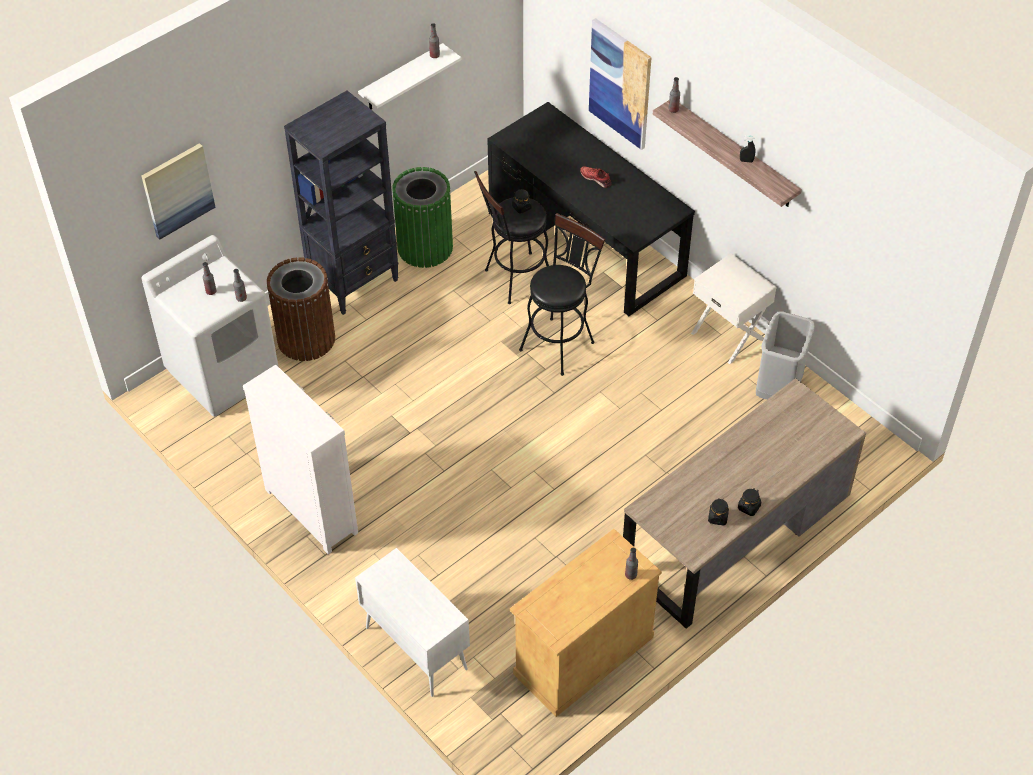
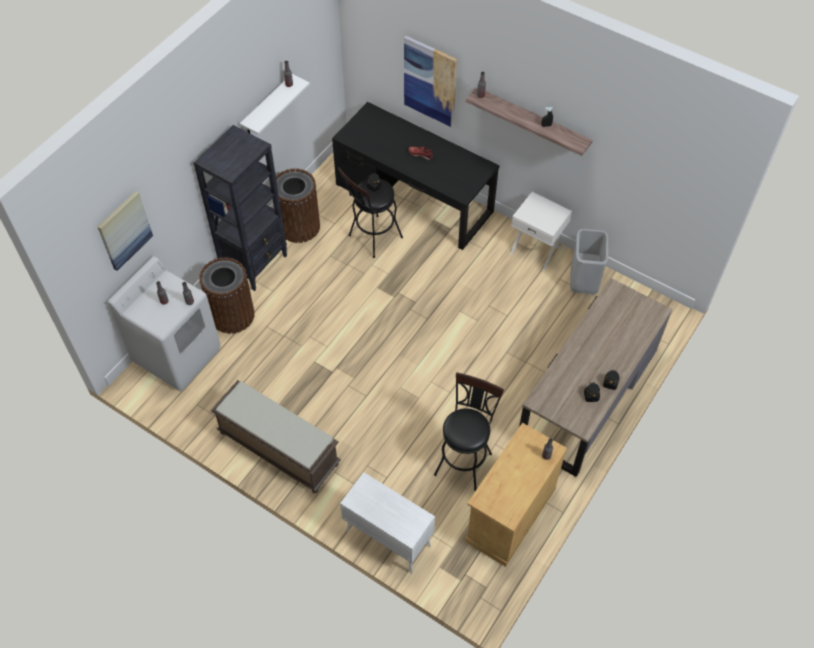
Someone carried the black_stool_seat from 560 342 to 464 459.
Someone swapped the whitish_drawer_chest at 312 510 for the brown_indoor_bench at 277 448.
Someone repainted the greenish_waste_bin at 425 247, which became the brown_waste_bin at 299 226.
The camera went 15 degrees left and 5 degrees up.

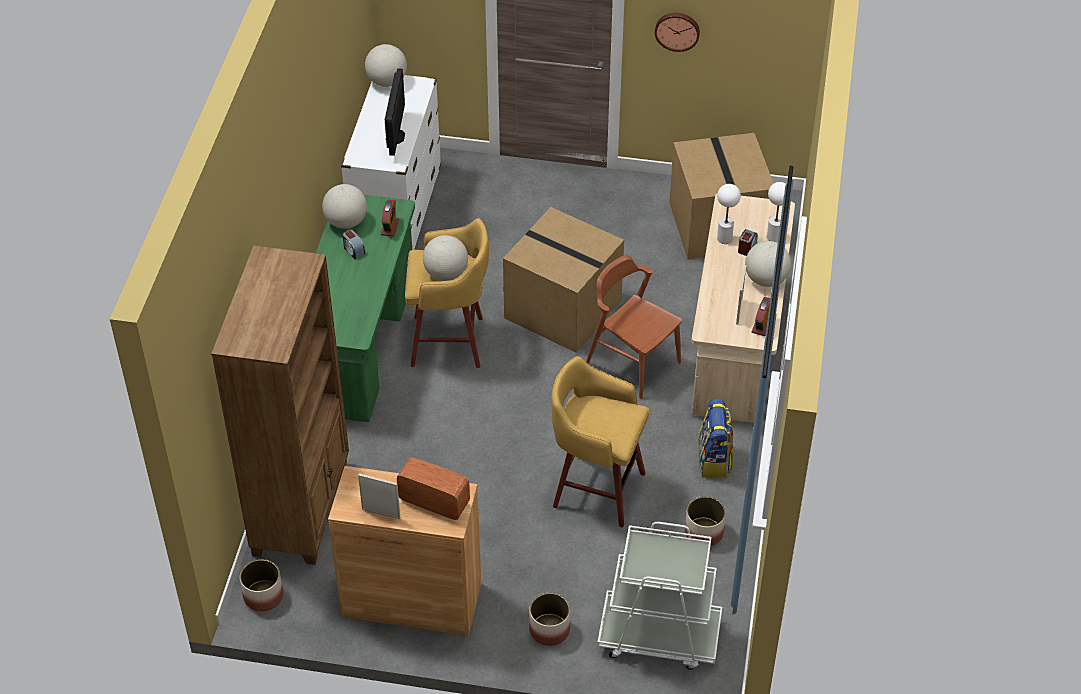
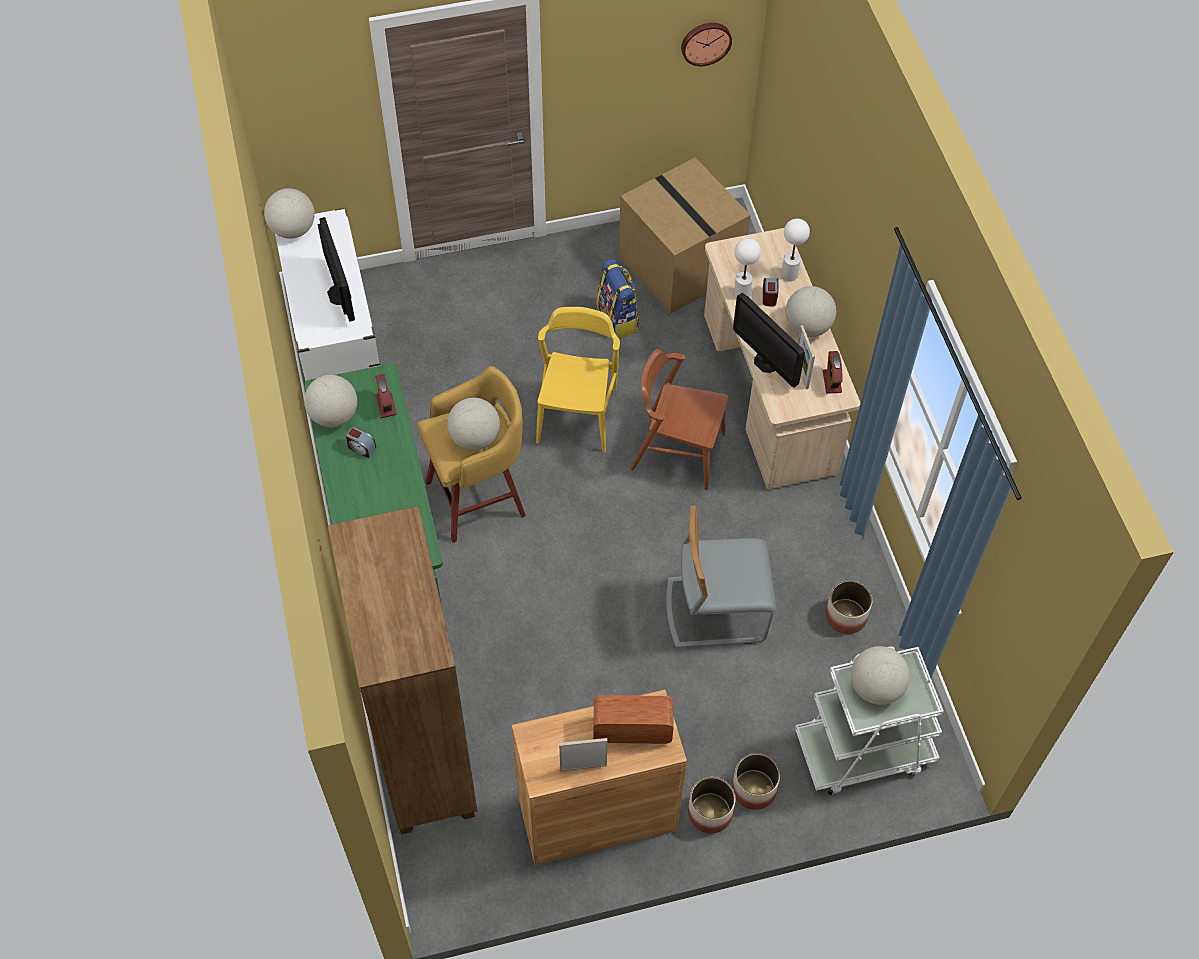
Someone put down the computer_screen at 766 362.
Someone put down the world_globe at 875 687.
Someone carried the planter from 263 596 to 709 813.
Someone carried the wall_clock from 677 30 to 705 42.
Someone carried the knapsack from 714 460 to 618 320.
Someone swapped the packing_box at 565 308 for the yellow-coloured_upright_chair at 577 415.
Someone swapped the yellow-coloured_stool_seat at 596 488 for the greyish_upright_chair at 716 609.
The camera went 25 degrees left and 10 degrees up.

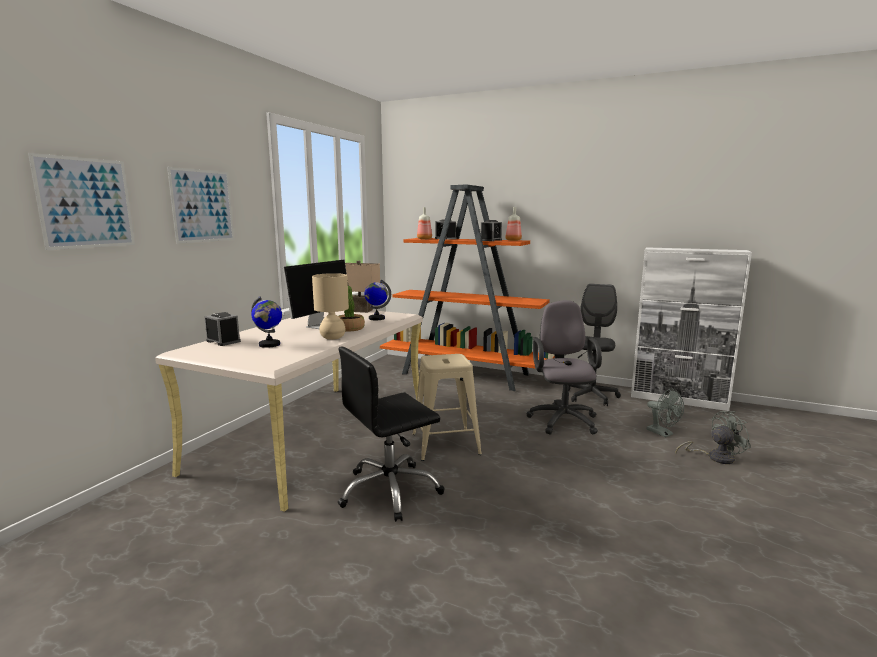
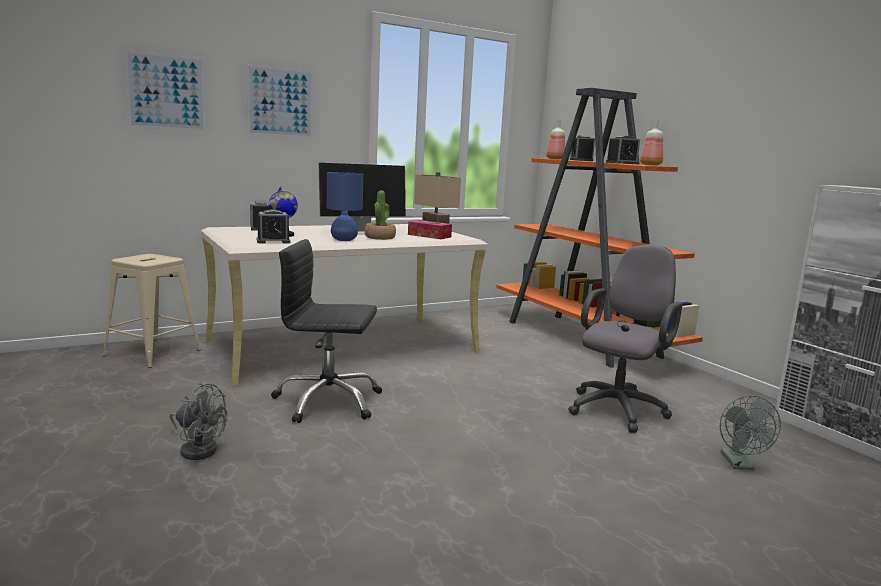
Someone took away the greyish_desk_chair at 591 396.
Someone put down the table_clock at 273 241.
Someone carried the beige_stool_seat from 445 444 to 153 352.
Someone carried the greyish_cooling_fan from 714 457 to 198 448.
Someone swapped the world_globe at 376 318 for the tissue_box at 429 236.
Someone repainted the beige_table_lamp at 332 338, which became the bluish_table_lamp at 343 240.
The camera went 35 degrees right and 0 degrees up.

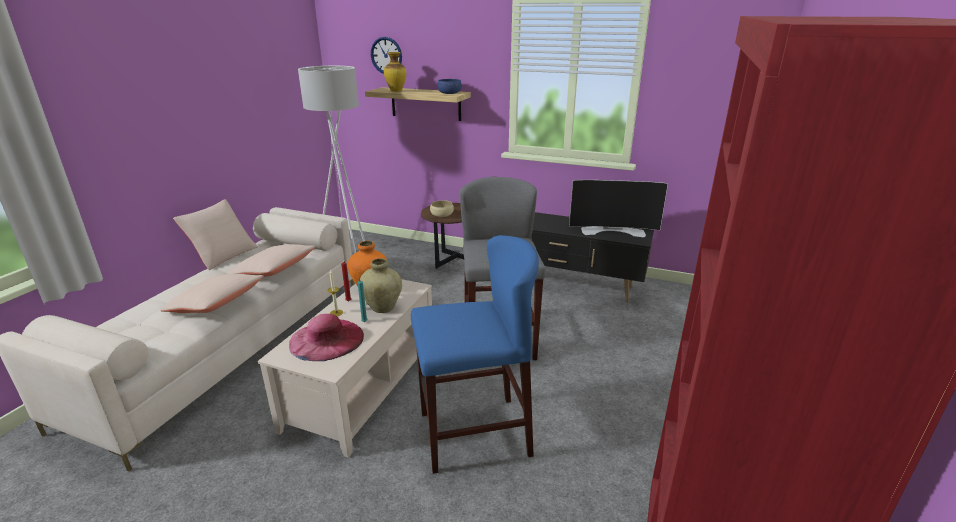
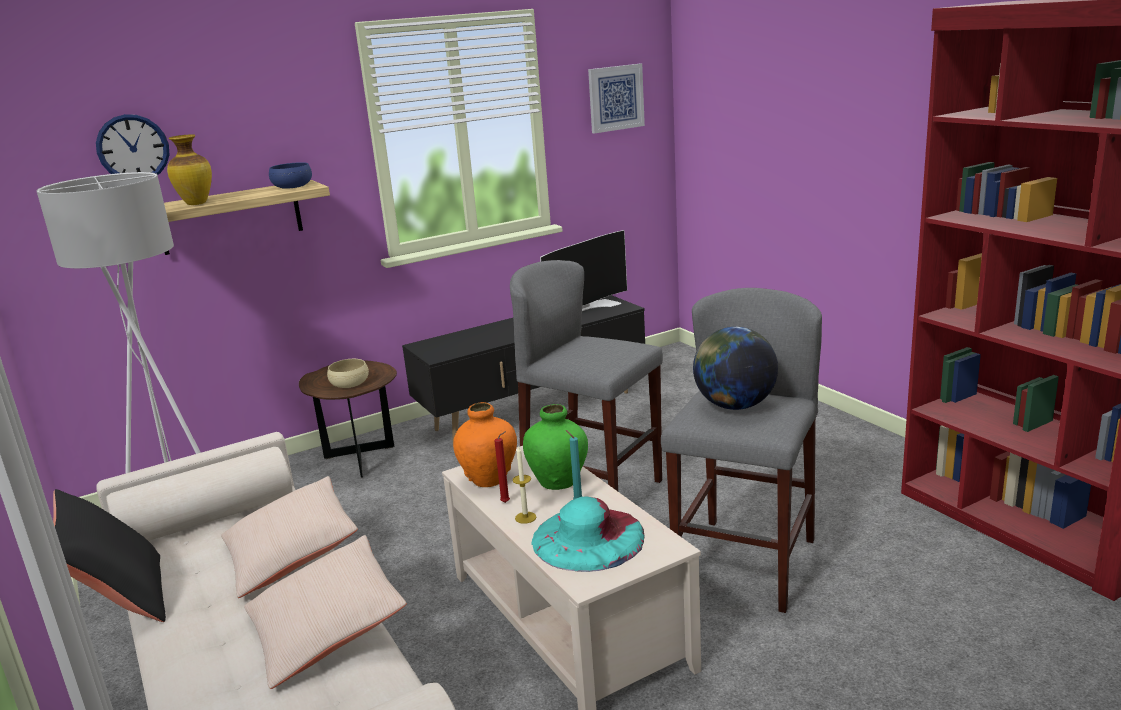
Someone put up the picture at 615 98.
Someone put down the world_globe at 734 405.
Someone repainted the beige_throw_pillow at 223 255, which became the black_throw_pillow at 121 599.
Someone repainted the pink-coloured_wearable_hat at 326 339, which became the turquoise-coloured_wearable_hat at 588 538.
Someone repainted the beige_vase at 382 308, which became the greenish_vase at 558 482.
Someone repainted the bluish_stool_seat at 473 433, which became the greyish_stool_seat at 744 564.
The camera went 50 degrees left and 5 degrees down.

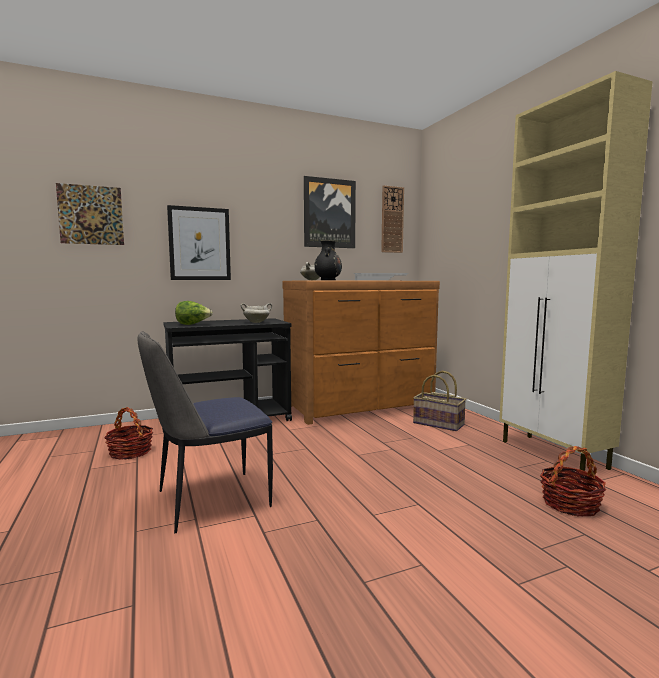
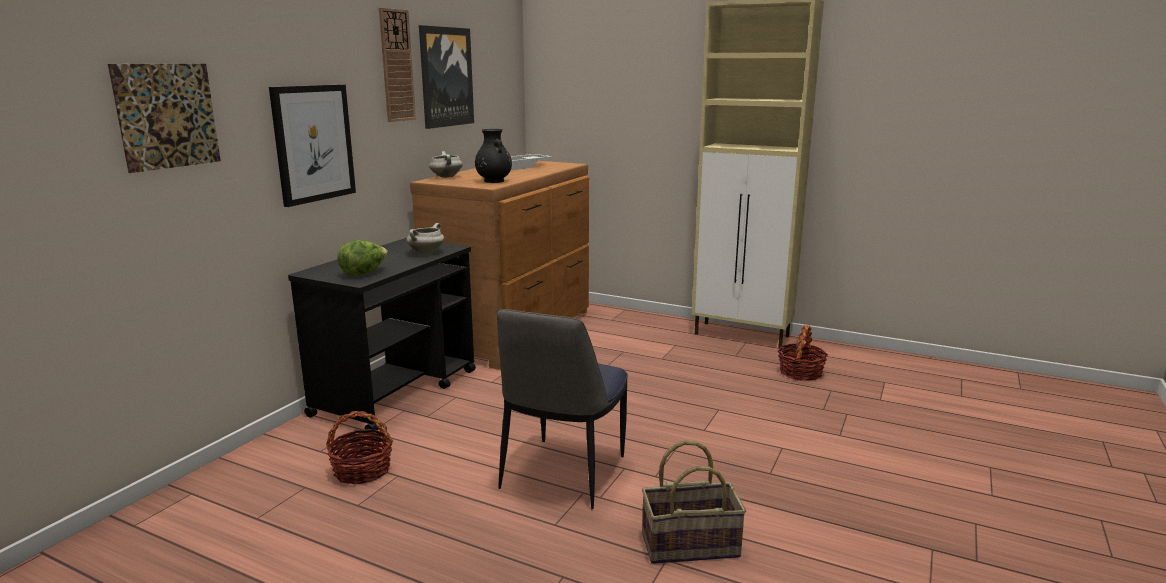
Someone carried the wall_clock from 392 220 to 396 66.
Someone carried the storage_basket from 439 424 to 690 544.
The camera went 40 degrees left and 10 degrees up.

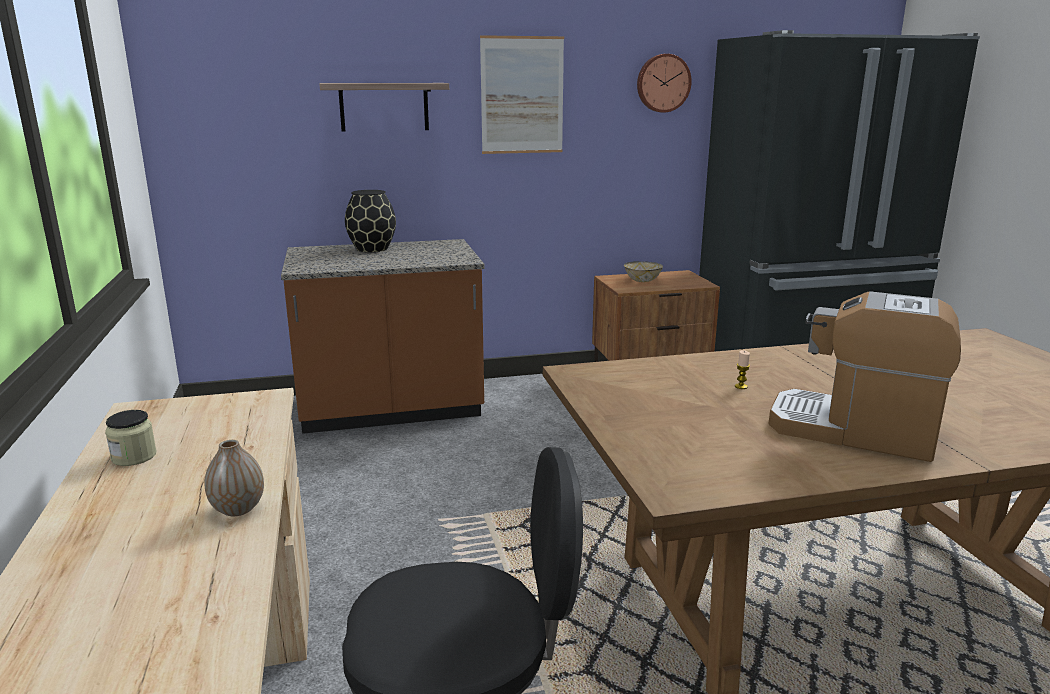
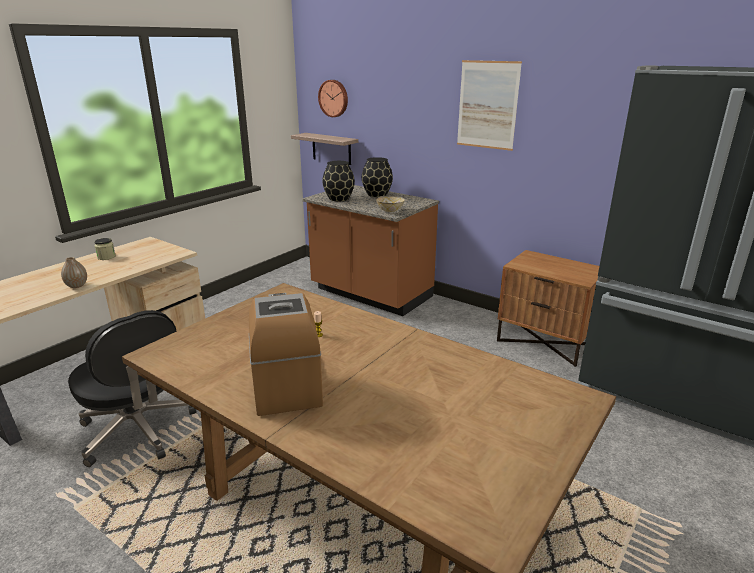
Someone put down the black_vase at 338 199.
Someone carried the shelf from 384 107 to 331 148.
Someone carried the bowl from 642 280 to 390 210.
Someone carried the wall_clock from 662 83 to 334 98.
The camera went 50 degrees right and 5 degrees up.

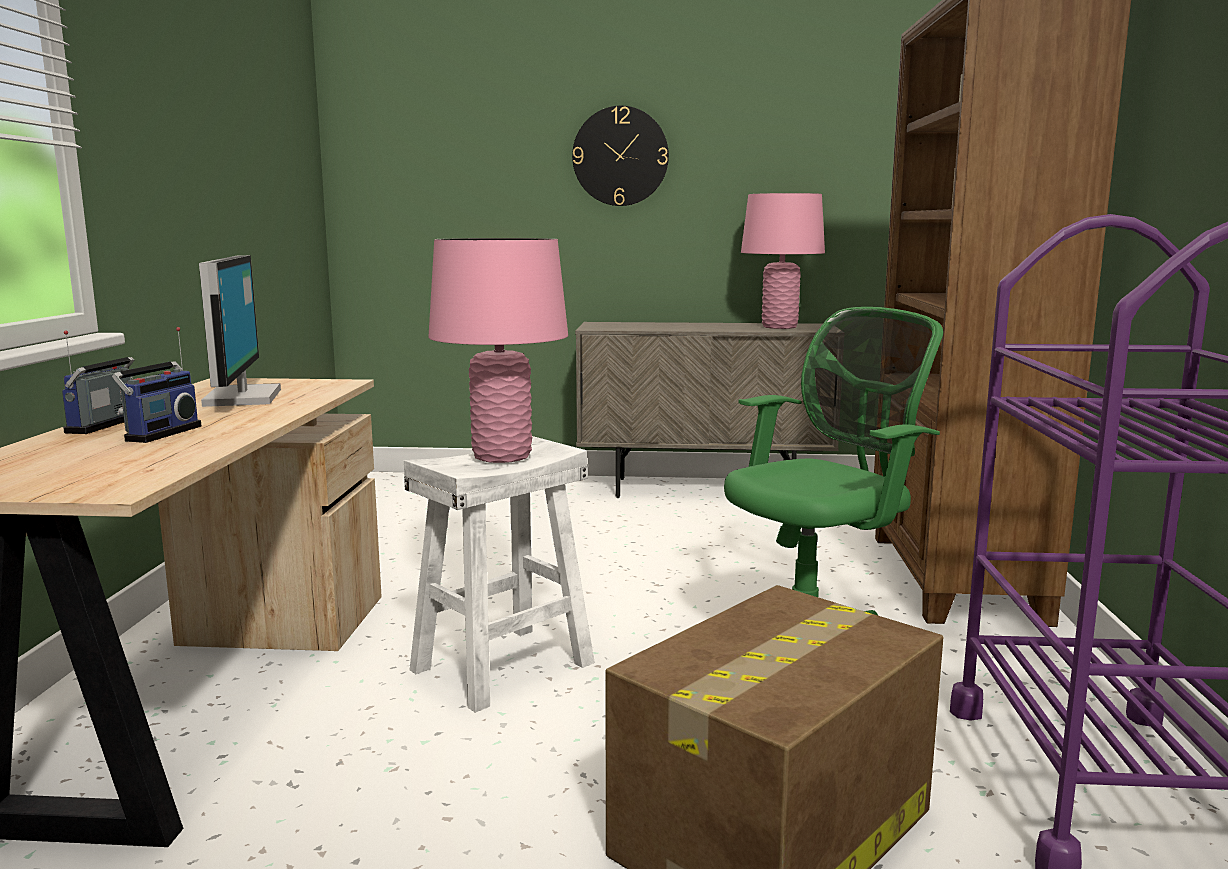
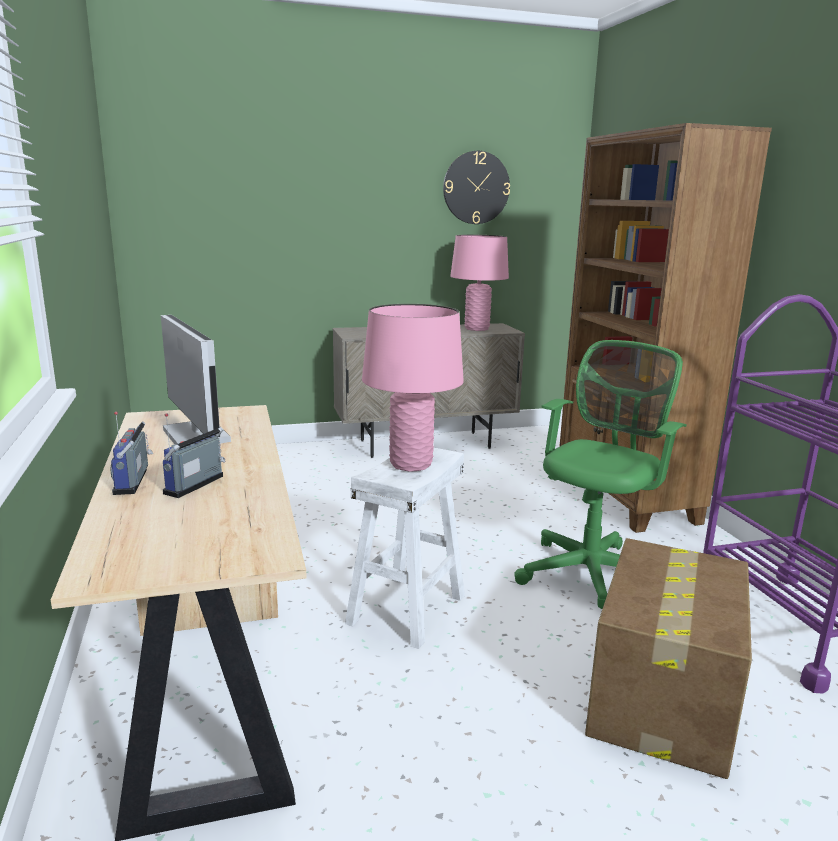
Someone carried the wall_clock from 620 156 to 476 187.
Someone rotated the radio at 160 433 by 150 degrees counterclockwise.
The camera went 20 degrees left and 5 degrees up.

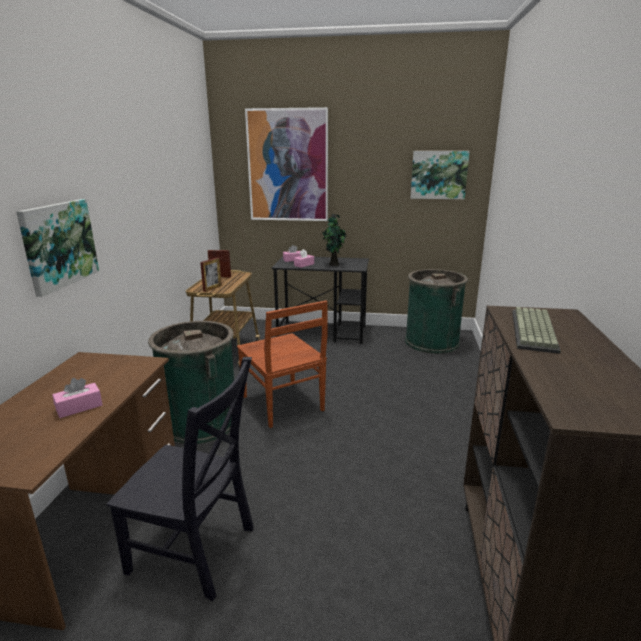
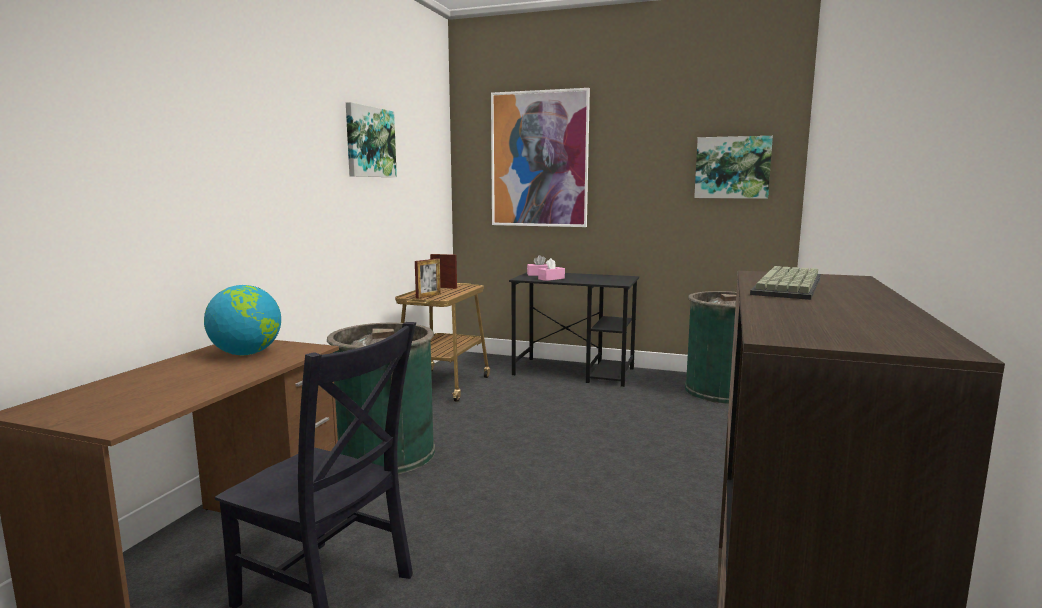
Someone took away the pink-coloured_tissue_box at 79 407.
Someone took away the brown_upright_chair at 283 404.
Someone took away the plant_in_a_pot at 334 264.
Someone put down the world_globe at 247 353.
Someone carried the picture from 58 244 to 369 142.
The camera went 10 degrees right and 10 degrees down.

